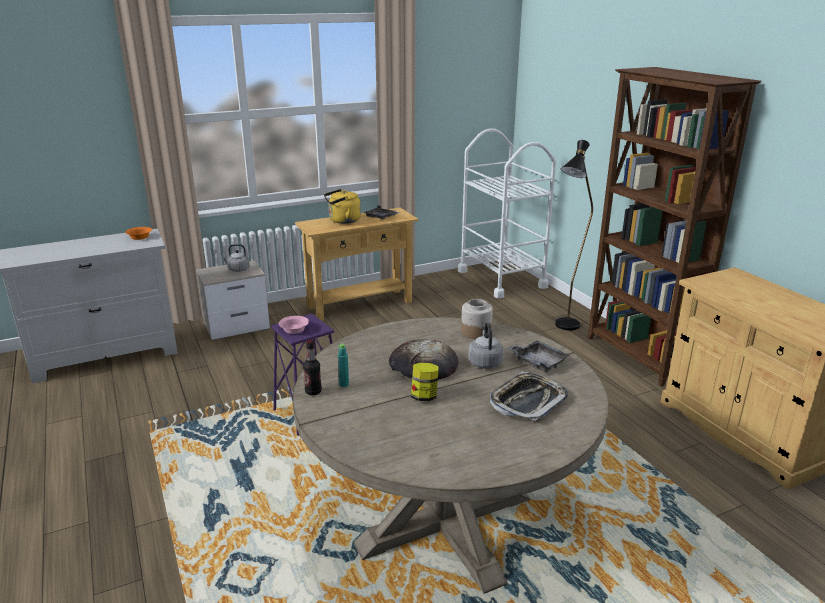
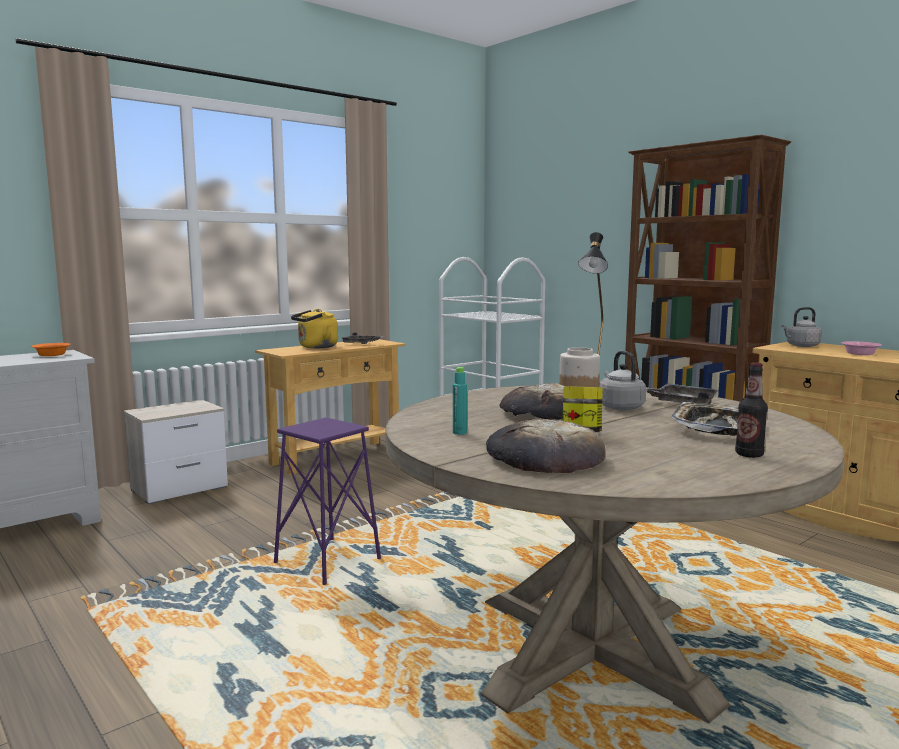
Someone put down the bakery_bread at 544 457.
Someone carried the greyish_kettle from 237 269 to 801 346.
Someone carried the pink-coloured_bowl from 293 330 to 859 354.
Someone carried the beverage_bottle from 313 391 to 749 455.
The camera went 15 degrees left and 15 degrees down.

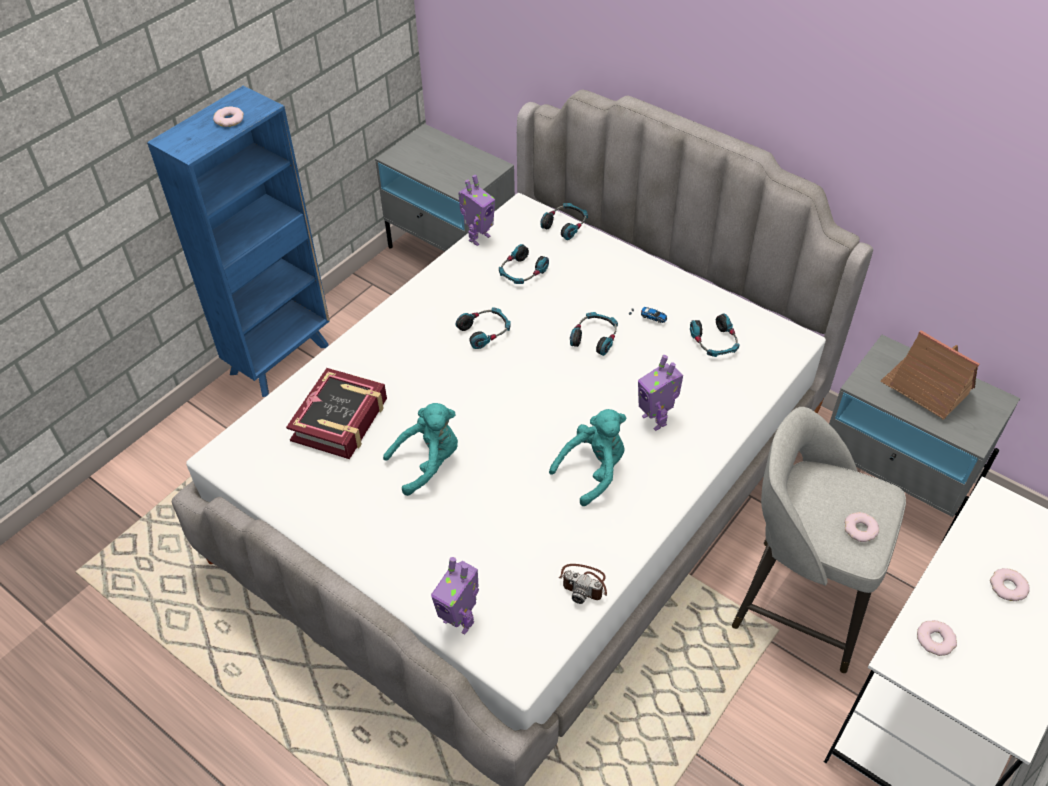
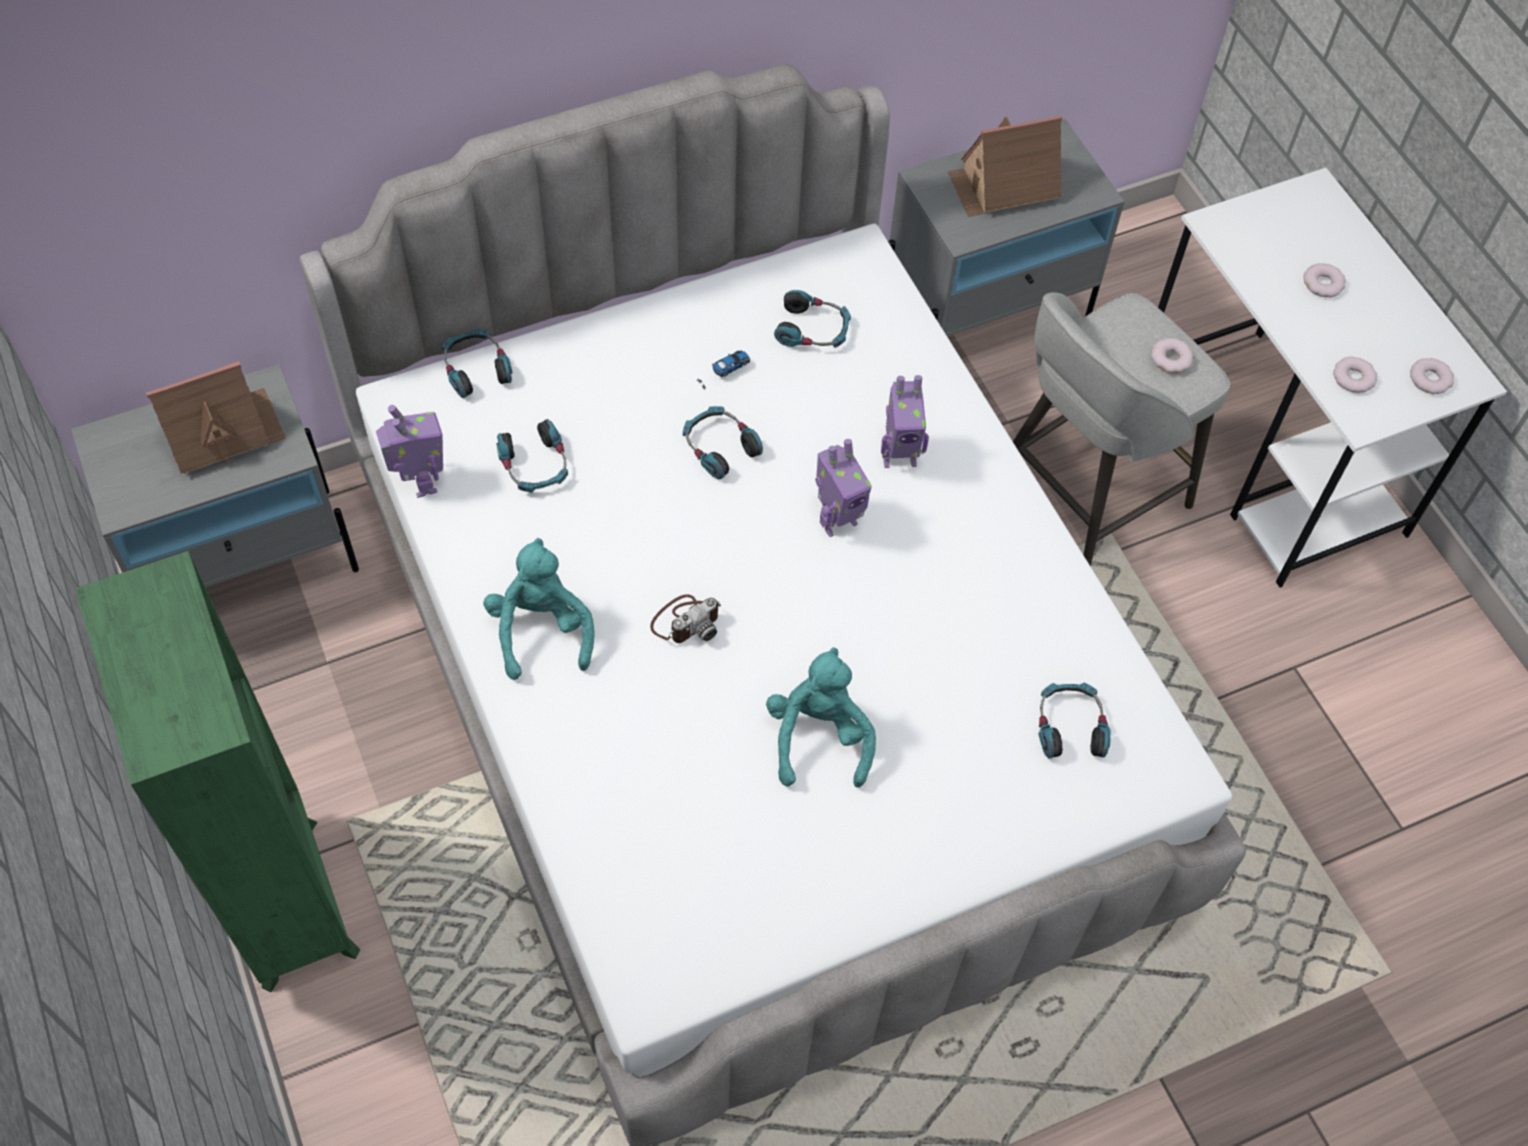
Someone took away the book at 340 420.
Someone put down the toy_house at 222 431.
Someone carried the ring_doughnut from 229 120 to 1430 379.
Someone carried the toy_robot from 459 620 to 837 521.
Someone carried the pair_of_headphones from 485 332 to 1070 726.
Someone carried the turquoise-coloured_plush_toy from 593 471 to 541 630.
Someone carried the still_camera from 584 584 to 686 621.
Someone repainted the bluish_shelving_unit at 281 358, which became the greenish_shelving_unit at 289 899.
The camera went 65 degrees left and 10 degrees up.

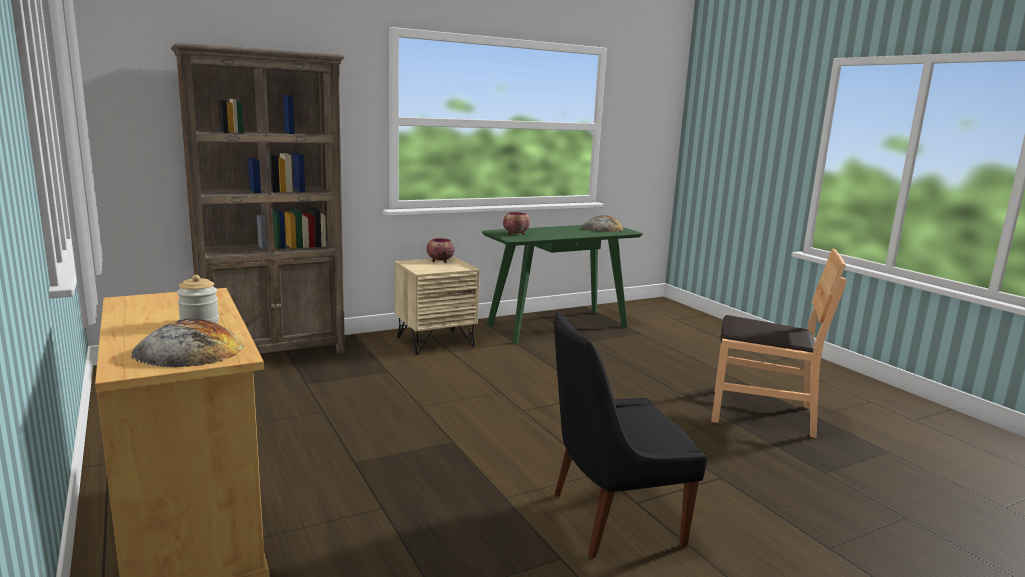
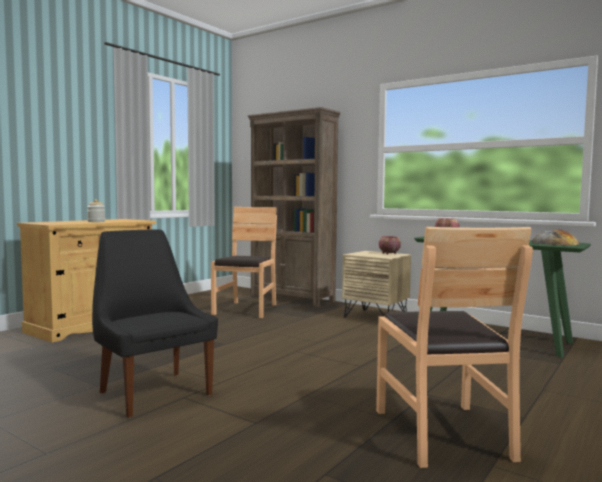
Someone took away the bakery_bread at 188 351.
Someone put down the brown_upright_chair at 246 310.
The camera went 65 degrees right and 10 degrees down.

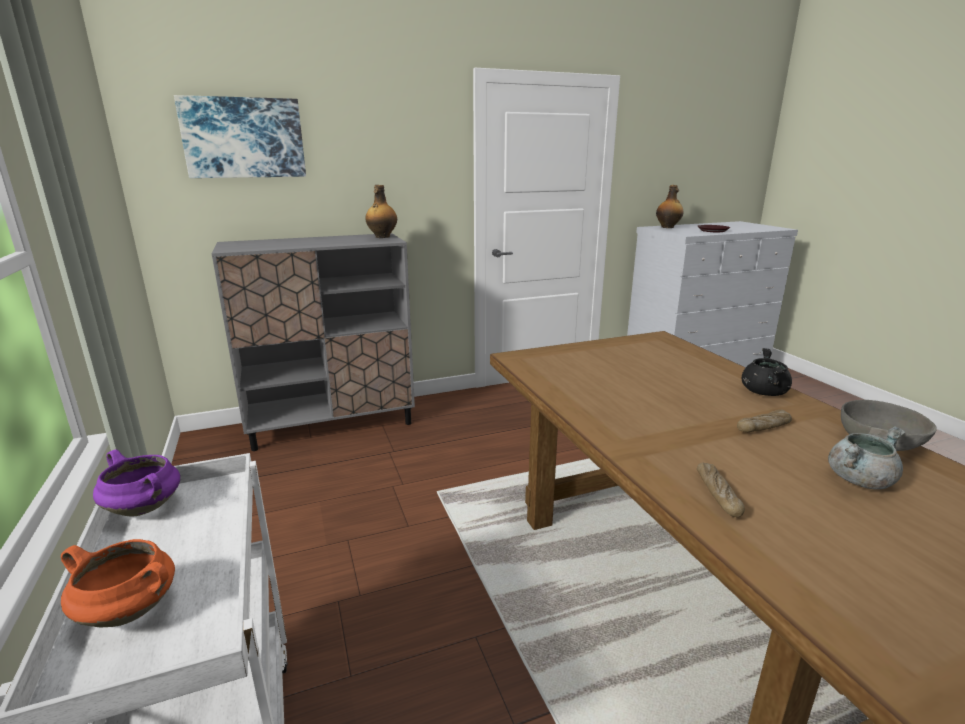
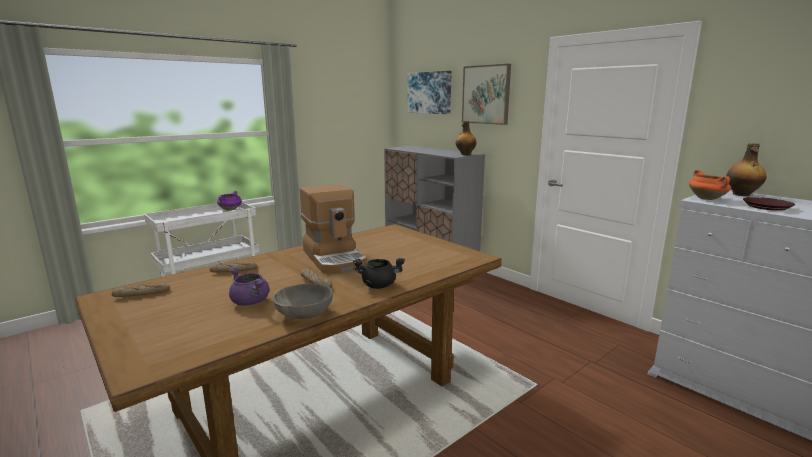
Someone put down the bakery_bread at 142 294.
Someone put down the coffee_maker at 335 258.
Someone put up the picture at 486 94.
Someone carried the orange_saucepot from 131 610 to 707 199.
Someone repainted the greyish_saucepot at 859 479, which became the purplish_saucepot at 251 302.
The camera went 70 degrees right and 5 degrees down.

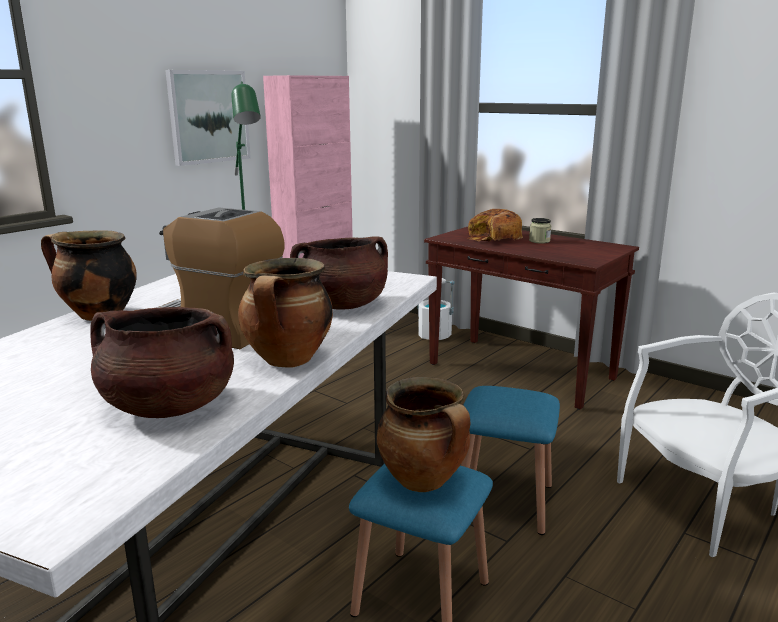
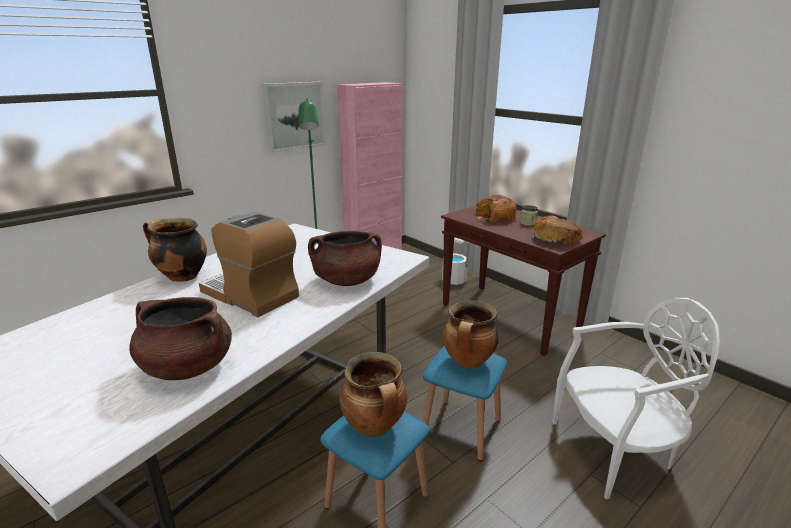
Someone put down the bakery_bread at 555 238.
Someone carried the saucepot from 288 361 to 468 362.
The camera went 10 degrees right and 5 degrees up.

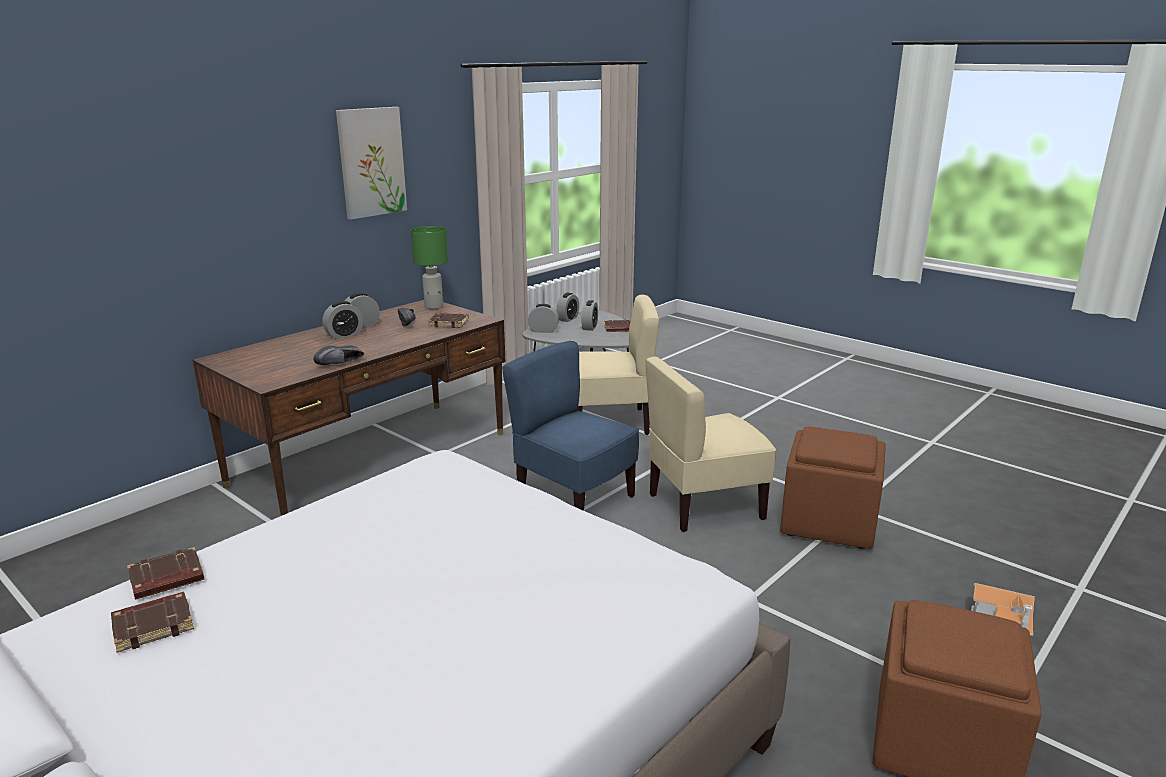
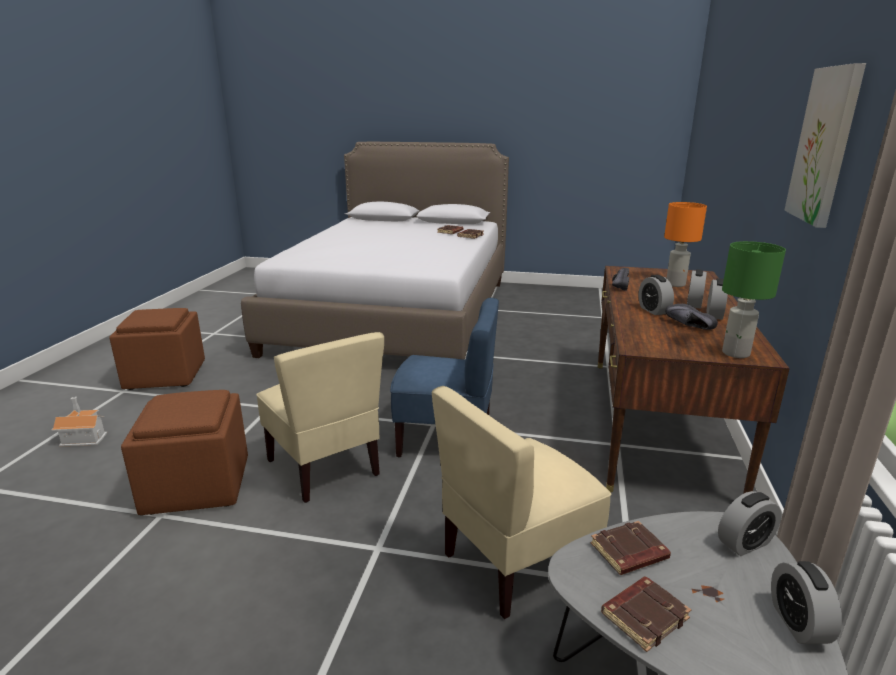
Someone put down the orange_table_lamp at 675 284.
Someone carried the brown_book from 449 323 to 629 553.
Someone carried the table_clock from 589 327 to 653 310.
Someone rotated the beige_upright_chair at 704 506 by 105 degrees clockwise.
The camera went 150 degrees right and 0 degrees up.

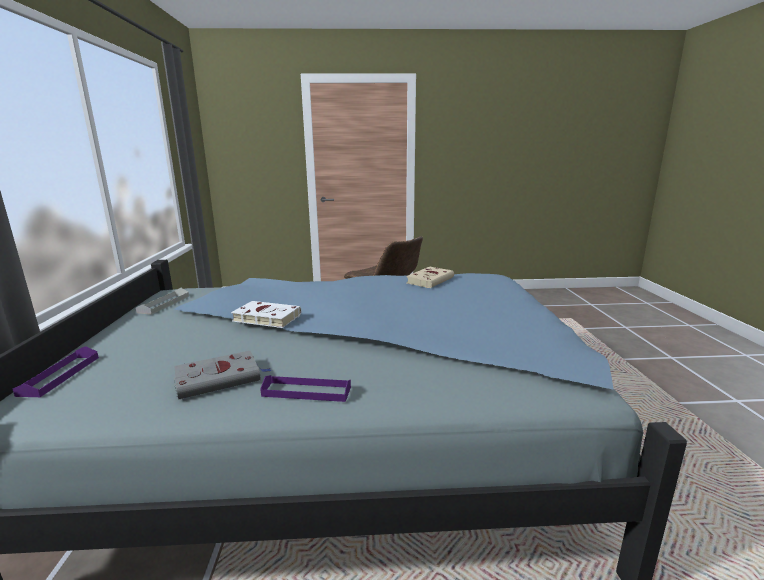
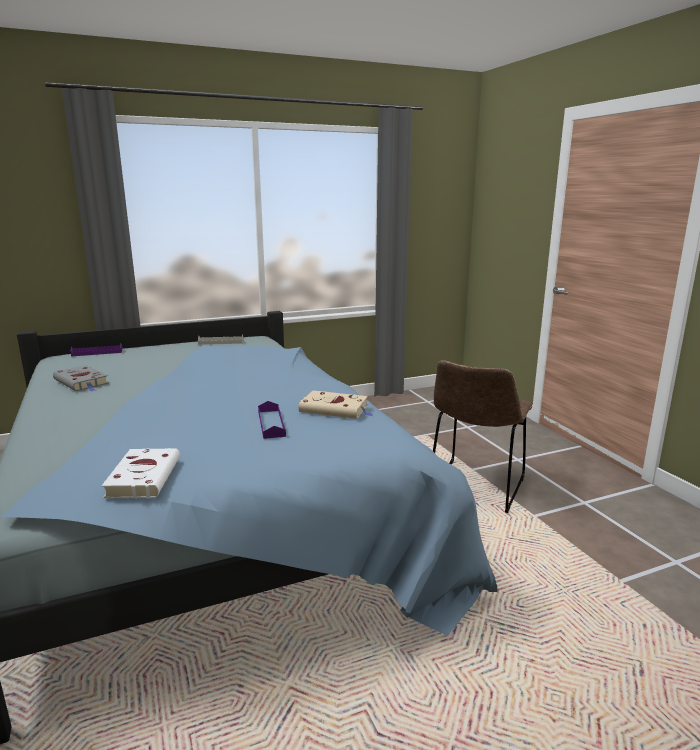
Someone carried the whitish_book from 265 318 to 144 476.
Someone carried the purplish_serving_tray from 306 391 to 271 423.
The camera went 70 degrees right and 0 degrees up.

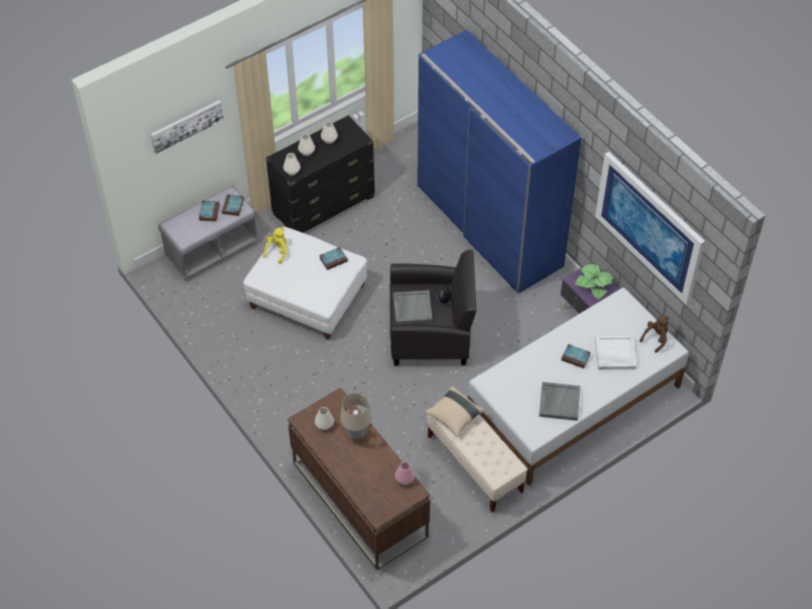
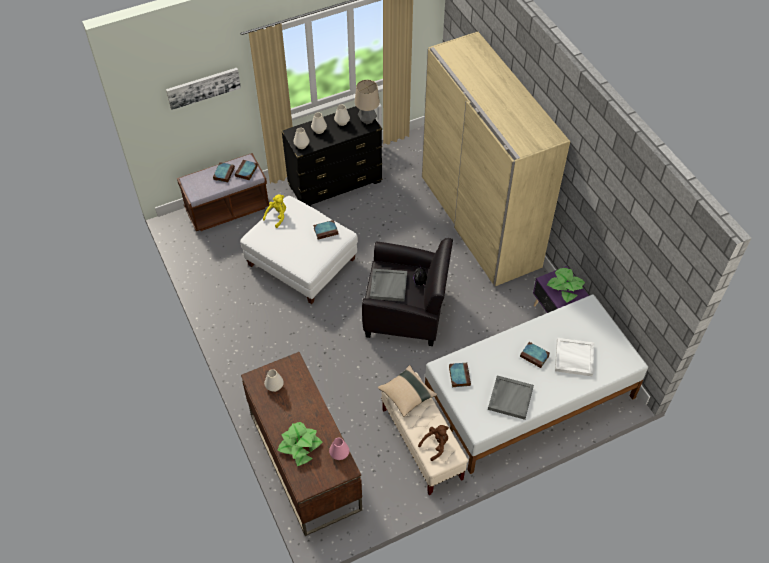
Someone took away the picture at 649 227.
Someone put down the plant_in_a_pot at 300 445.
Someone put down the book at 459 375.
Someone carried the table_lamp from 356 434 to 367 120.
Someone carried the brown_plush_toy from 655 338 to 435 445.
Someone repainted the greyish_indoor_bench at 212 250, which became the brown_indoor_bench at 227 209.
Someone repainted the bluish_clothes_cupboard at 488 226, which became the beige_clothes_cupboard at 479 221.
The camera went 10 degrees right and 0 degrees up.

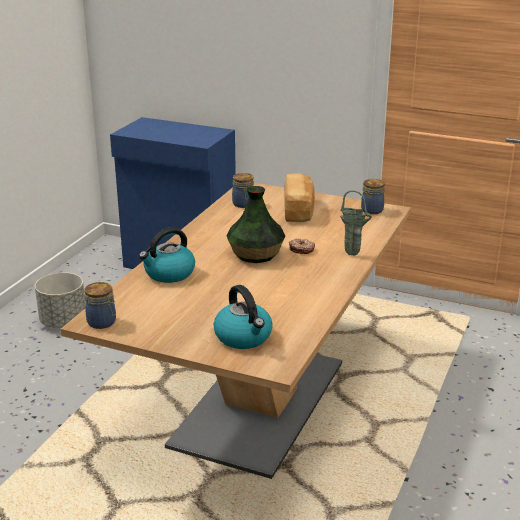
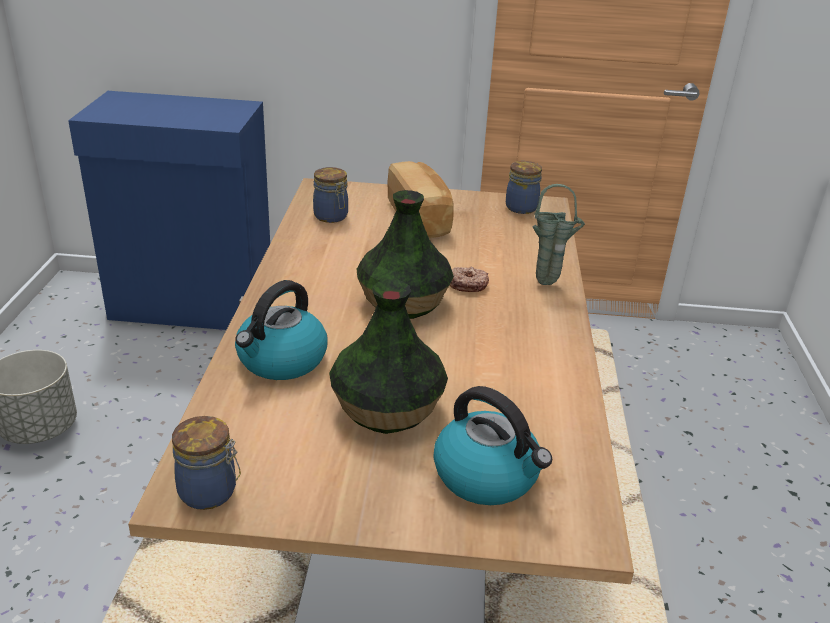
Someone put down the vase at 386 409.
The camera went 20 degrees left and 5 degrees up.

